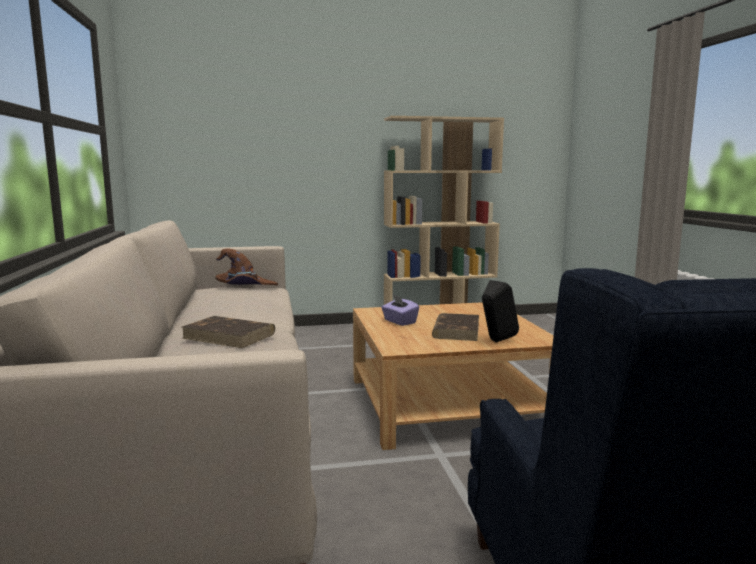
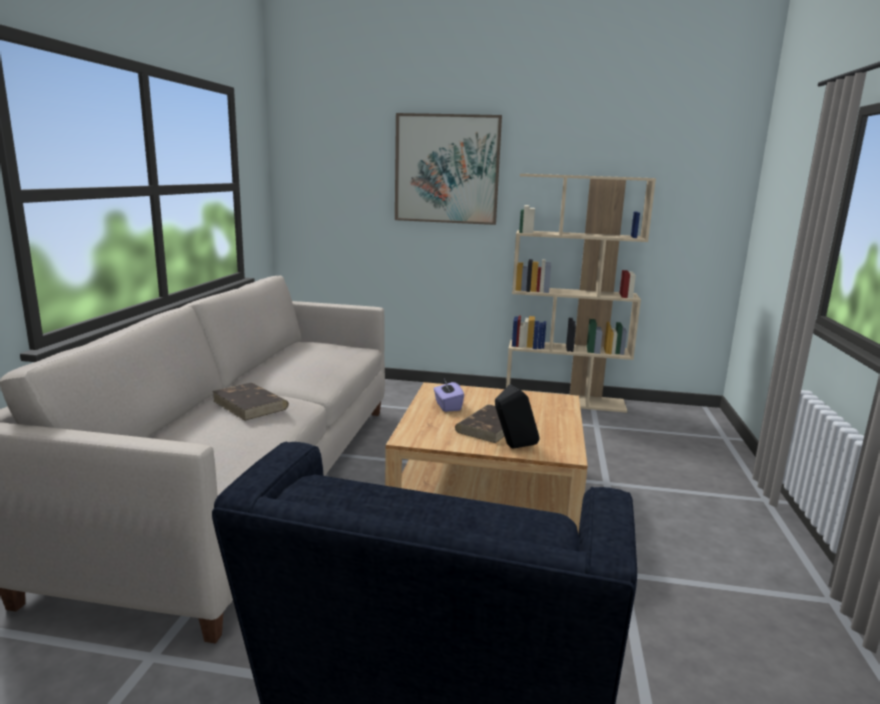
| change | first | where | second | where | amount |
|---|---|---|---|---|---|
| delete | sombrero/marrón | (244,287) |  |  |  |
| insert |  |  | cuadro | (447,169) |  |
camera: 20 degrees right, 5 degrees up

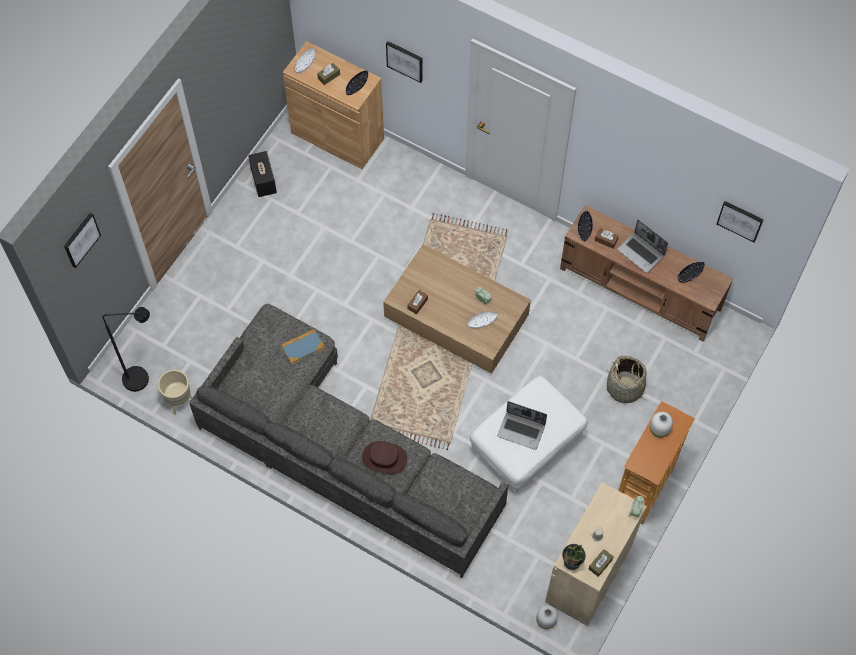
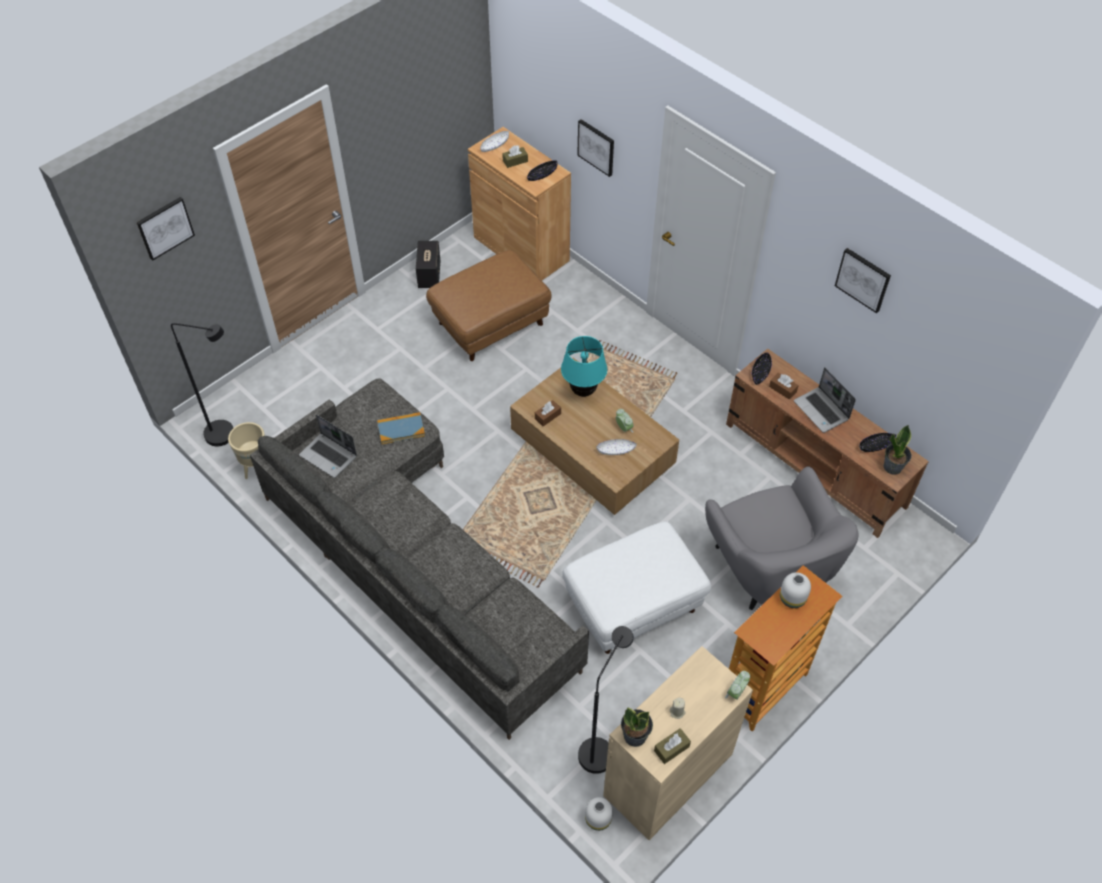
| change | first | where | second | where | amount |
|---|---|---|---|---|---|
| delete | sombrero/marrón | (384,458) |  |  |  |
| move | portátil | (522,430) |  | (329,456) |  |
| replace | cesta | (625,388) | sillón/gris | (769,568) |  |
| move | cuadro | (740,220) |  | (863,279) |  |
| insert |  |  | puf/marrón | (490,323) |  |
| insert |  |  | lámpara de mesa/turquesa | (583,391) |  |
| insert |  |  | lámpara de pie/negro | (600,747) |  |
| insert |  |  | planta en maceta | (893,467) |  |
camera: 15 degrees right, 10 degrees down

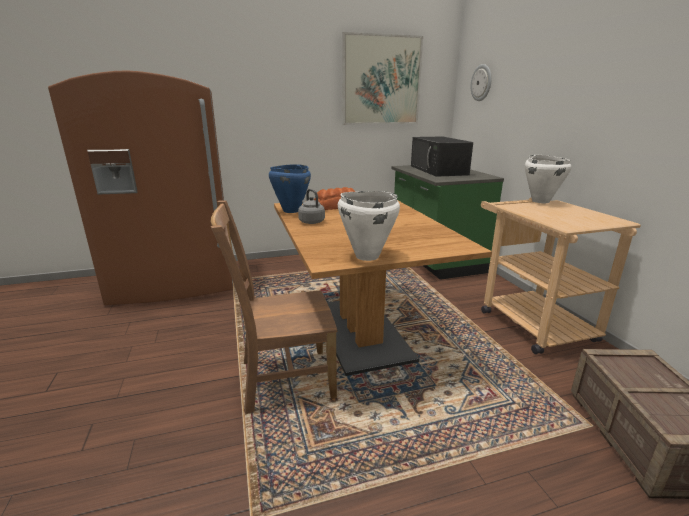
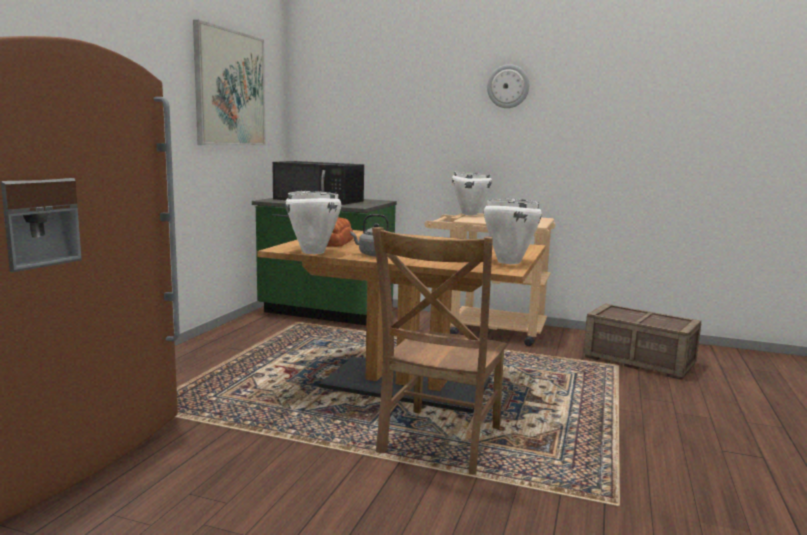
| change | first | where | second | where | amount |
|---|---|---|---|---|---|
| recolor | olla/azul | (291,211) | olla/blanco | (313,252) |  |
| move | reloj de pared | (481,83) |  | (508,86) |  |
camera: 55 degrees left, 10 degrees down

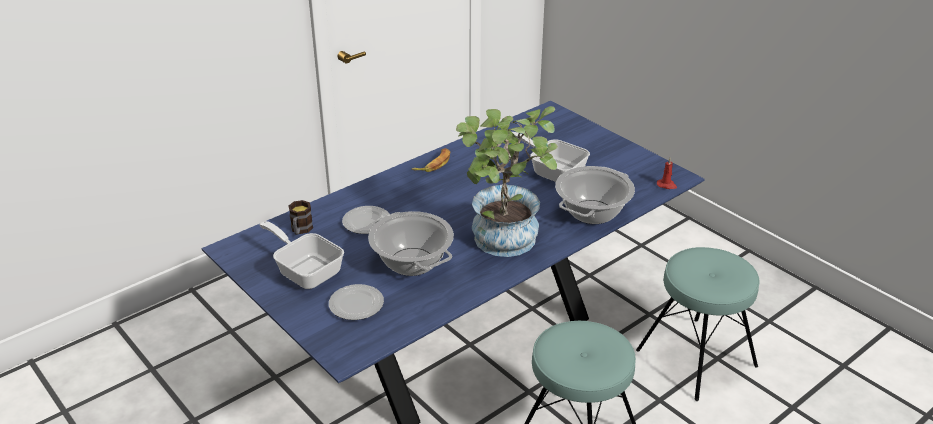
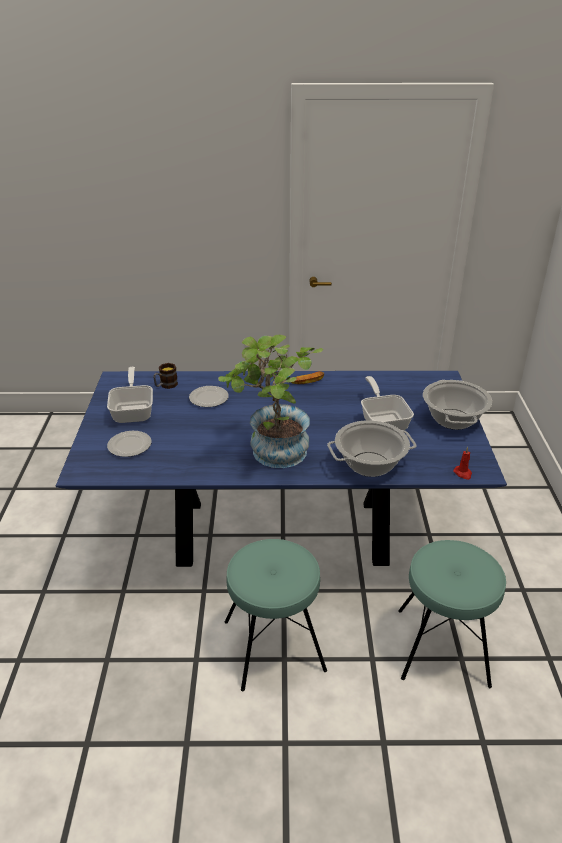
| change | first | where | second | where | amount |
|---|---|---|---|---|---|
| move | olla | (412,262) |  | (453,419) |  |
camera: 40 degrees right, 0 degrees up

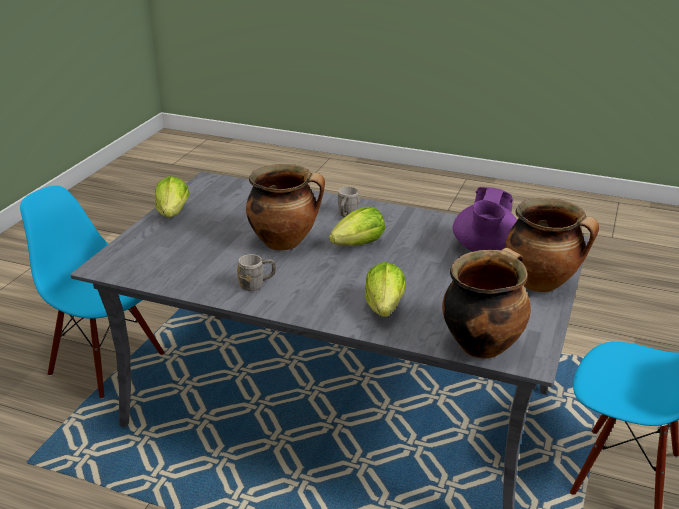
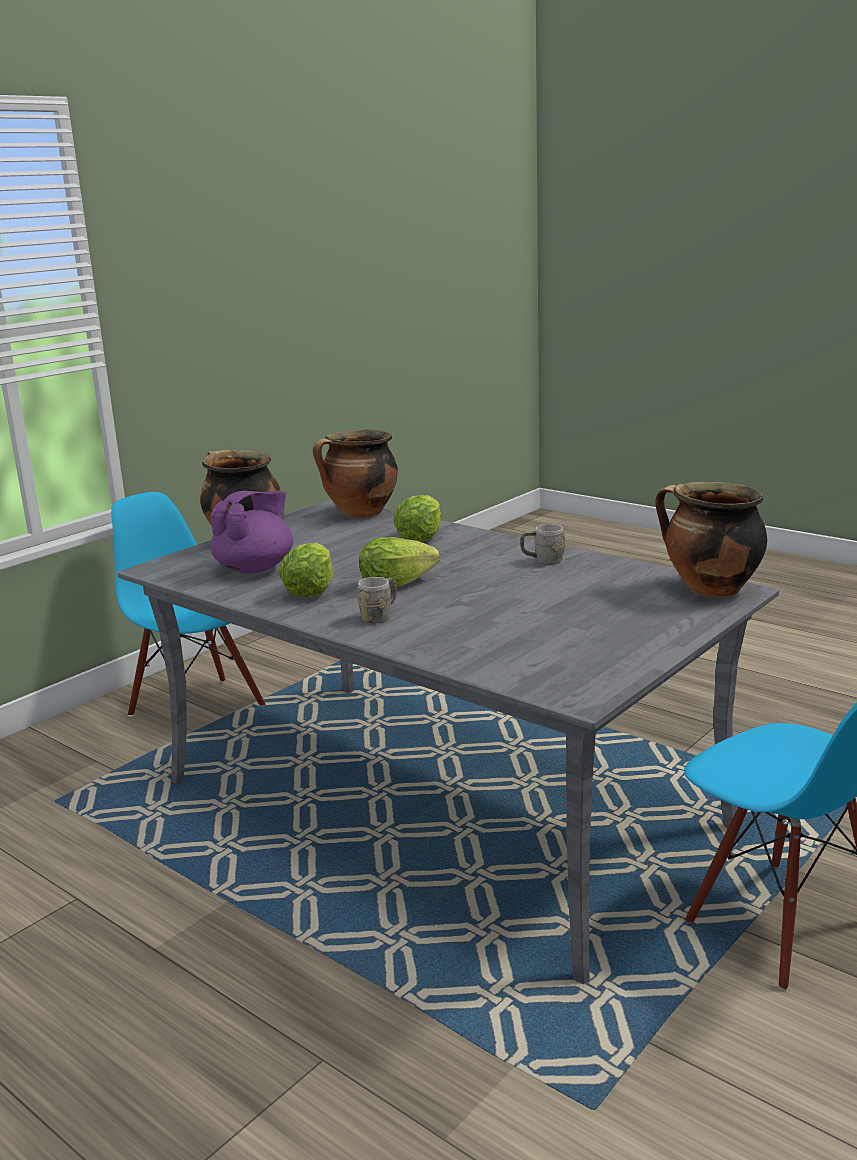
| change | first | where | second | where | amount |
|---|---|---|---|---|---|
| move | lechuga | (173,213) |  | (310,591) |  |
| move | olla | (285,242) |  | (709,590) |  |
camera: 160 degrees left, 10 degrees down

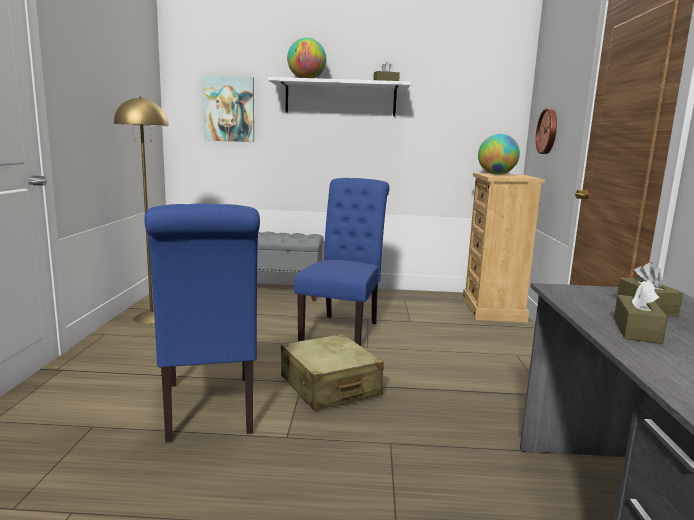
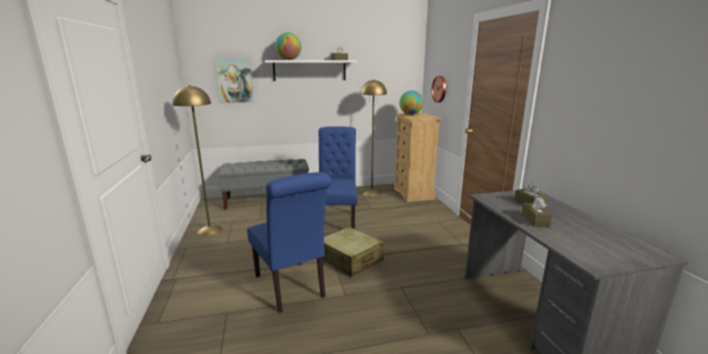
| change | first | where | second | where | amount |
|---|---|---|---|---|---|
| insert |  |  | lámpara de pie/amarillo | (371,193) |  |
camera: 15 degrees left, 5 degrees up

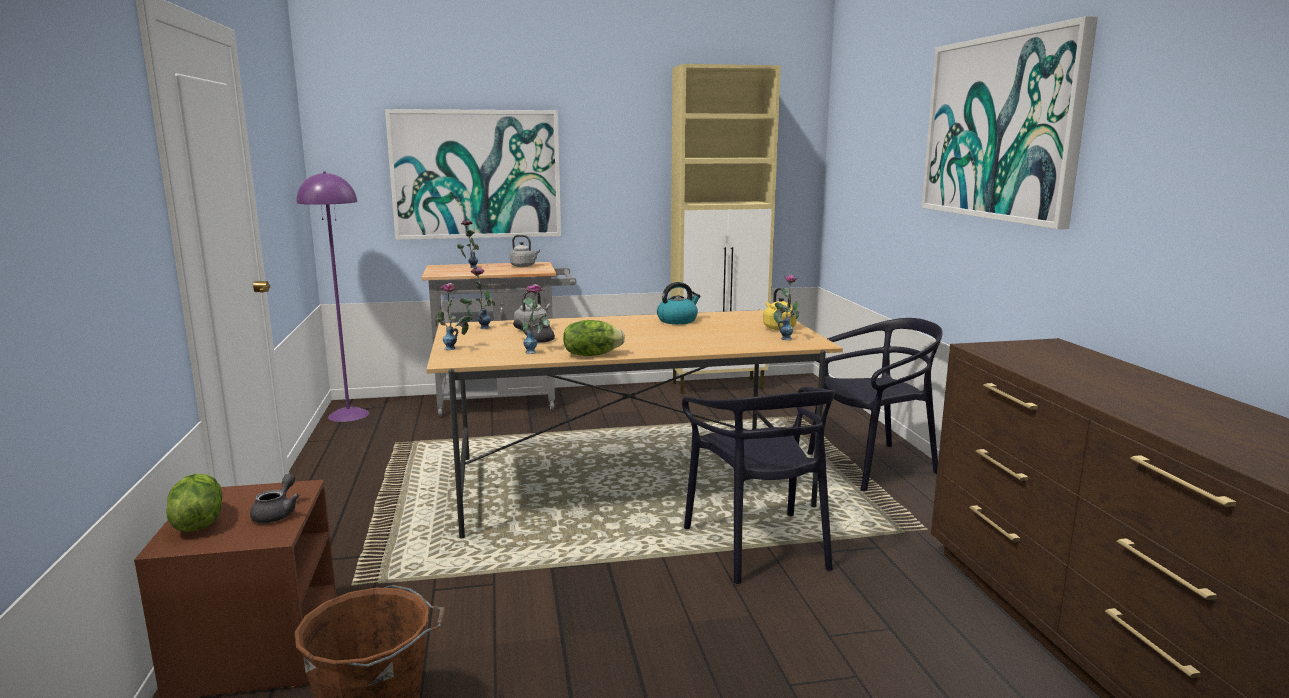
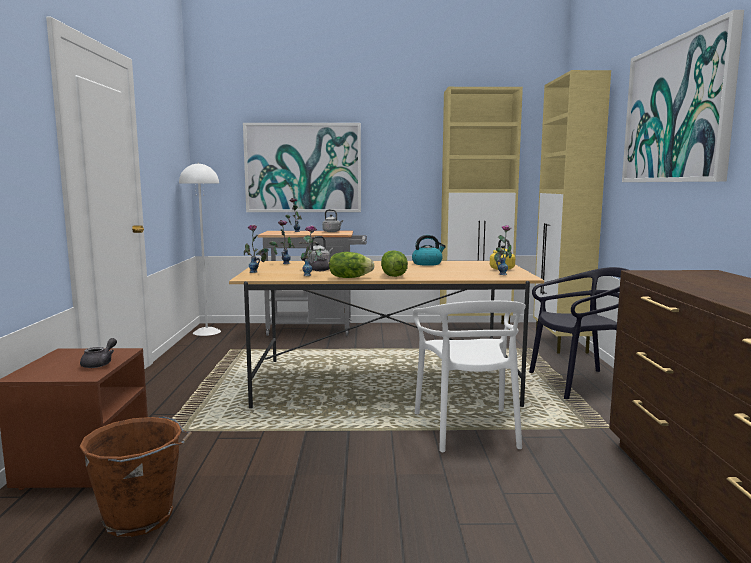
| change | first | where | second | where | amount |
|---|---|---|---|---|---|
| move | lechuga | (197,523) |  | (392,276) |  |
| recolor | lámpara de pie/morado | (348,415) | lámpara de pie/blanco | (206,332) |  |
| recolor | silla/negro | (759,545) | silla/blanco | (468,429) |  |
| insert |  |  | armario/beis | (560,343) |  |
camera: 10 degrees right, 5 degrees down

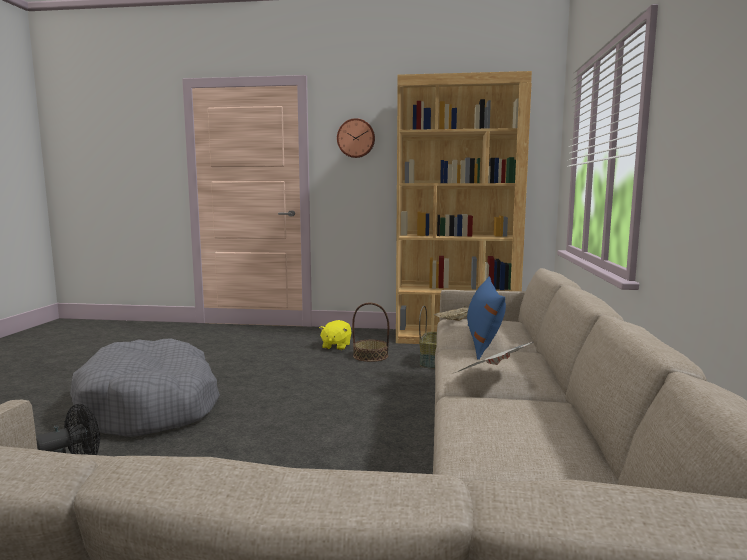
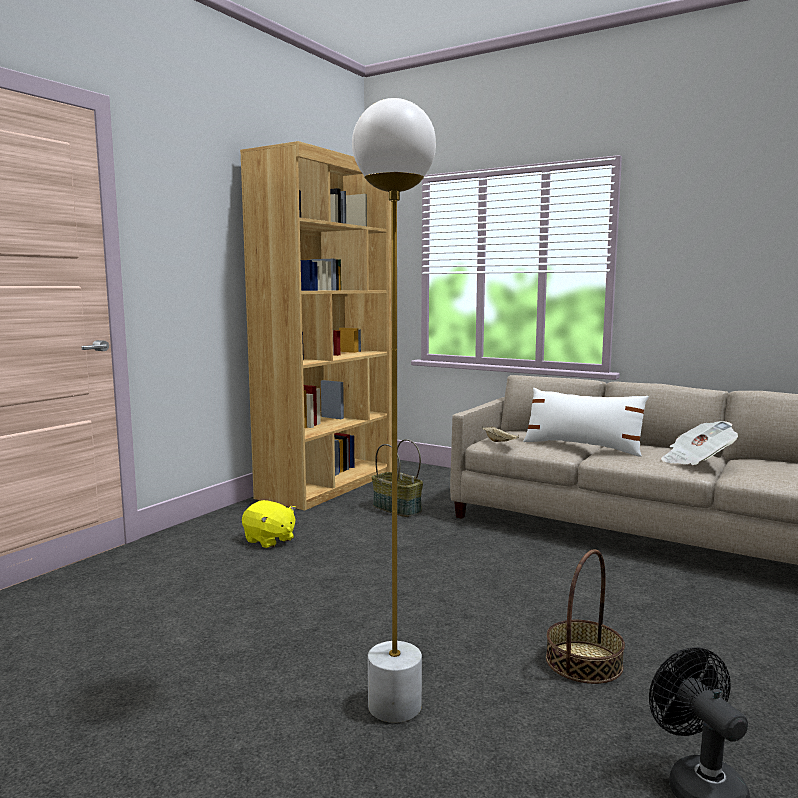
| change | first | where | second | where | amount |
|---|---|---|---|---|---|
| replace | cama para perro/gris | (151,406) | lámpara de pie/blanco | (394,706) |  |
| delete | reloj de pared | (356,138) |  |  |  |
| move | cesta | (370,356) |  | (583,662) |  |
| recolor | cojín/azul | (483,341) | cojín/blanco | (582,447) |  |
camera: 65 degrees left, 0 degrees up

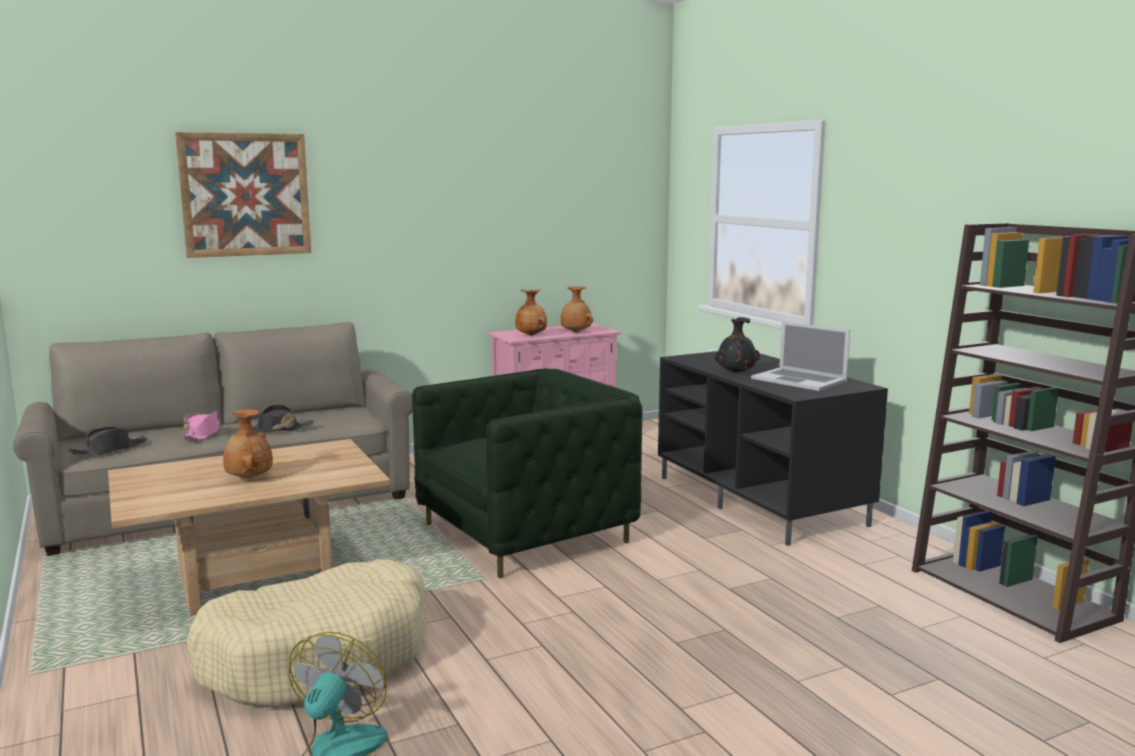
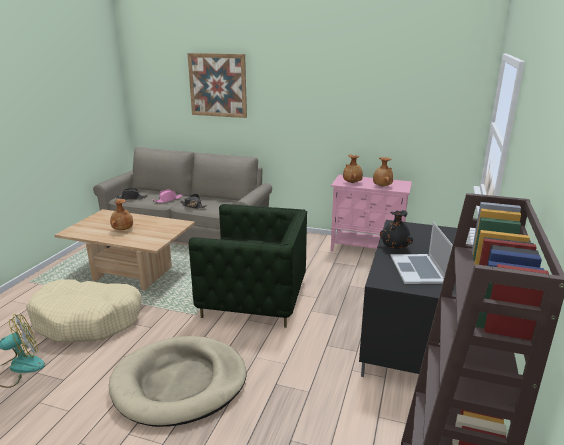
| change | first | where | second | where | amount |
|---|---|---|---|---|---|
| insert |  |  | cama para perro/beis | (180,383) |  |
camera: 45 degrees right, 10 degrees up

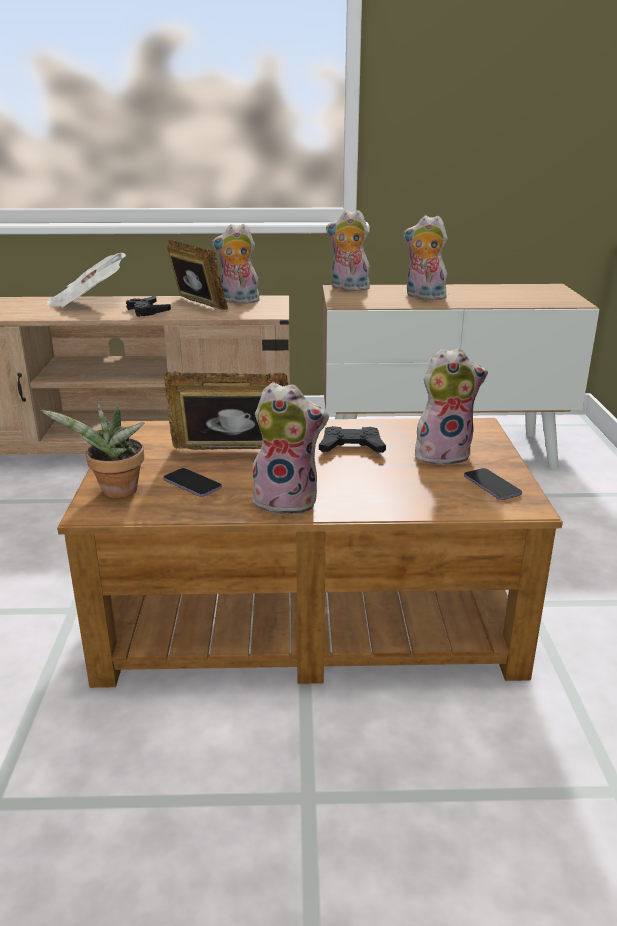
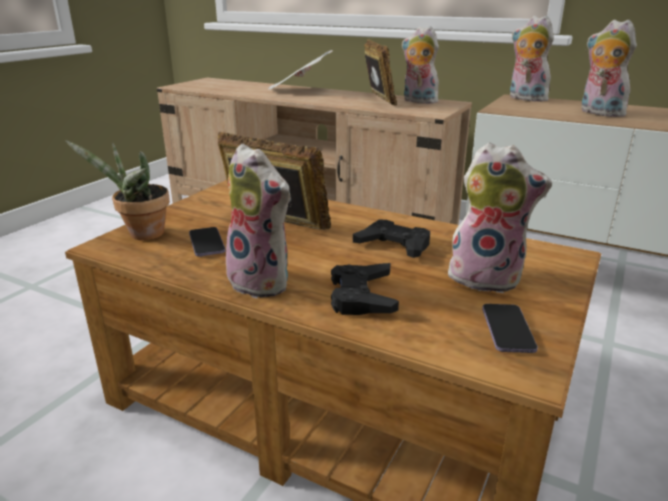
| change | first | where | second | where | amount |
|---|---|---|---|---|---|
| move | mando de consola/negro | (147,311) |  | (362,296) |  |
camera: 30 degrees right, 0 degrees up

